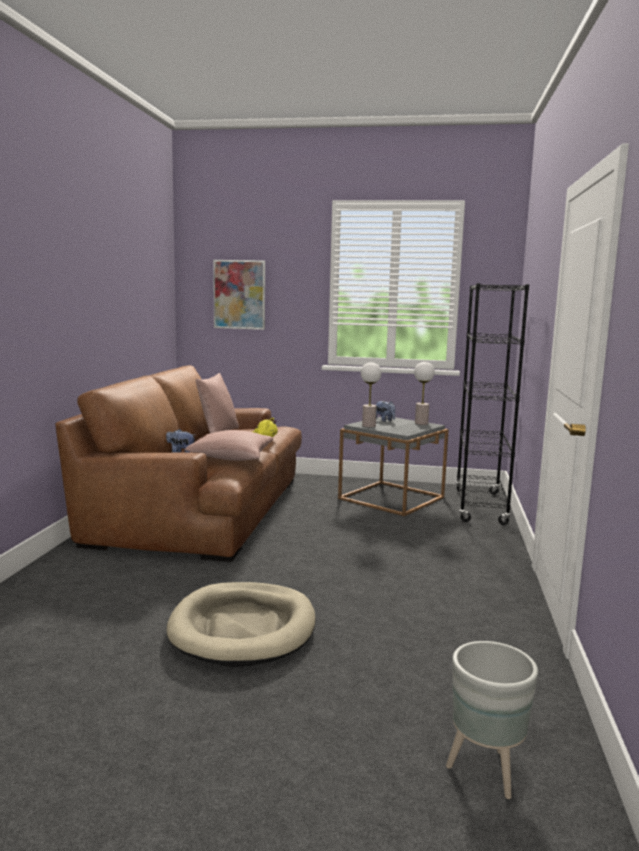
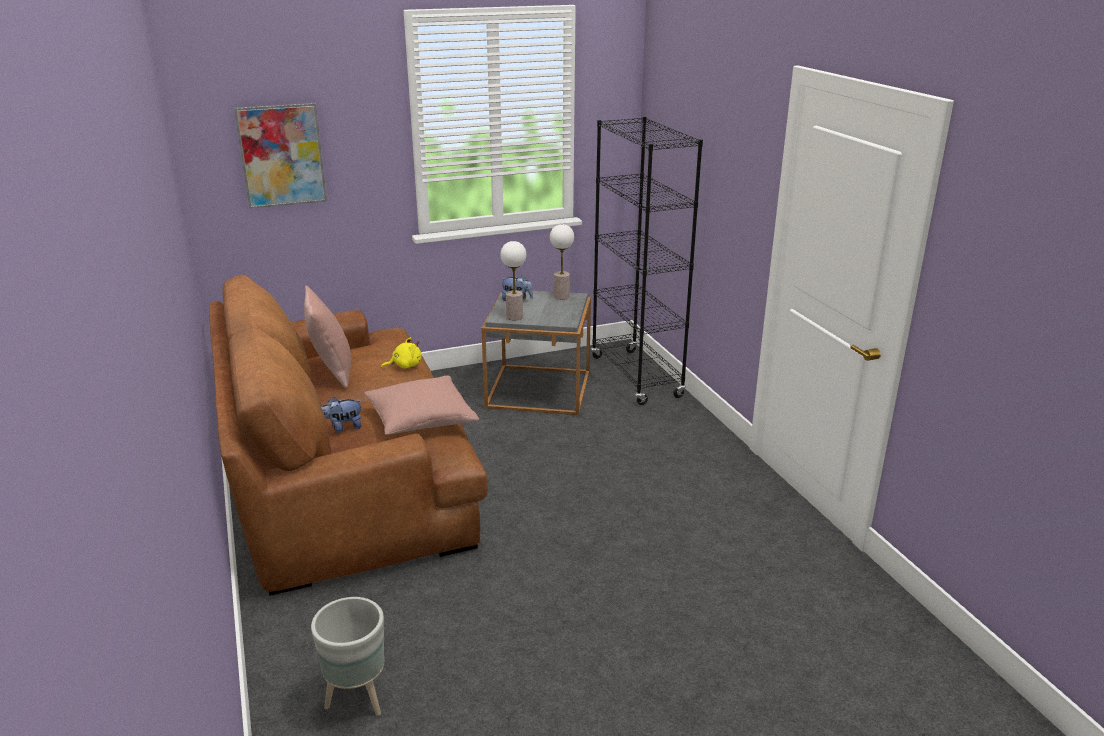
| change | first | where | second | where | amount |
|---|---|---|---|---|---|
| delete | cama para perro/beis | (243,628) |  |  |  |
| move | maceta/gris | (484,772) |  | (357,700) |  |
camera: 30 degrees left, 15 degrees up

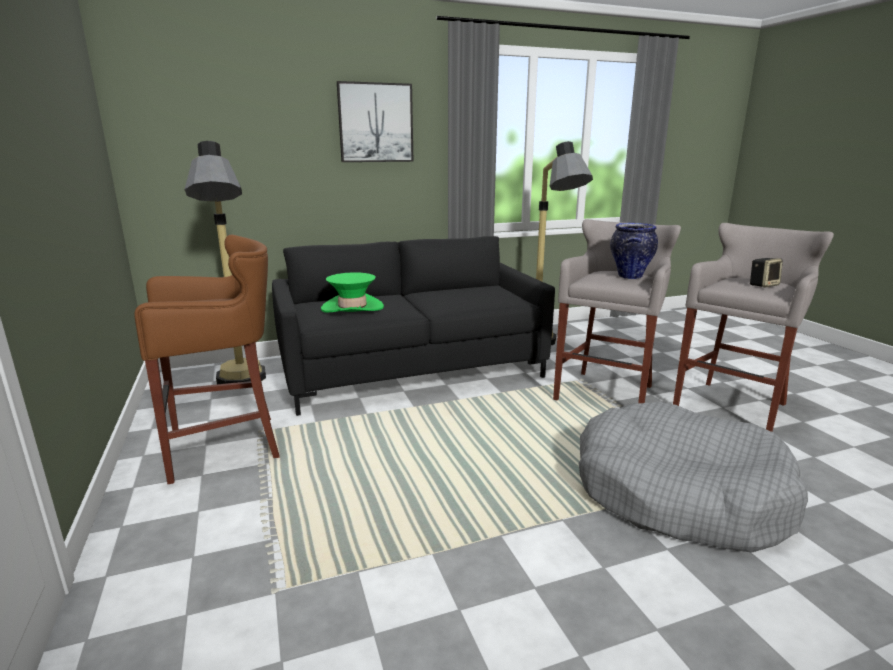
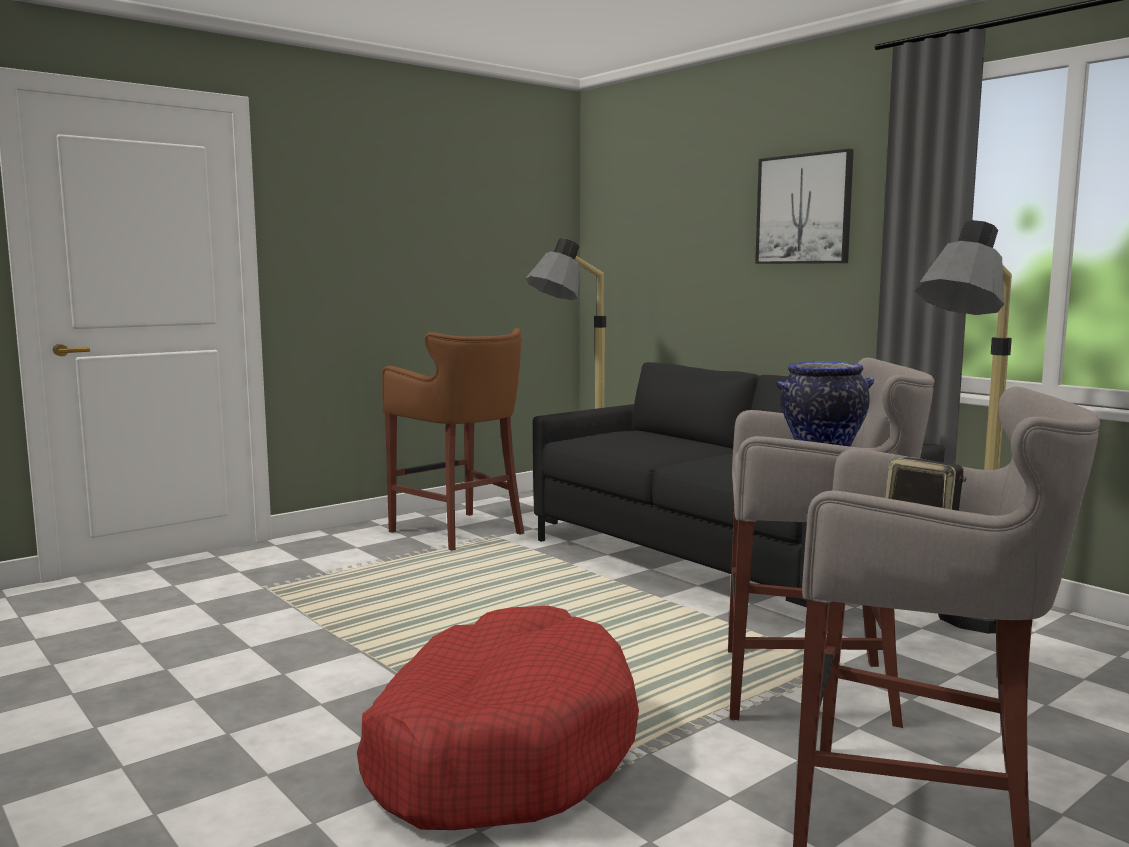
| change | first | where | second | where | amount |
|---|---|---|---|---|---|
| delete | sombrero/verde | (352,307) |  |  |  |
| recolor | cama para perro/gris | (678,494) | cama para perro/rojo | (500,749) |  |
camera: 70 degrees right, 10 degrees down

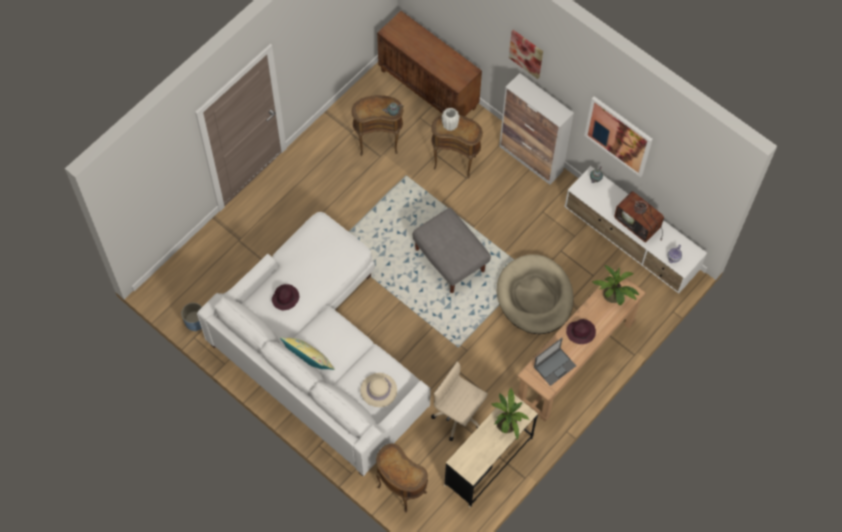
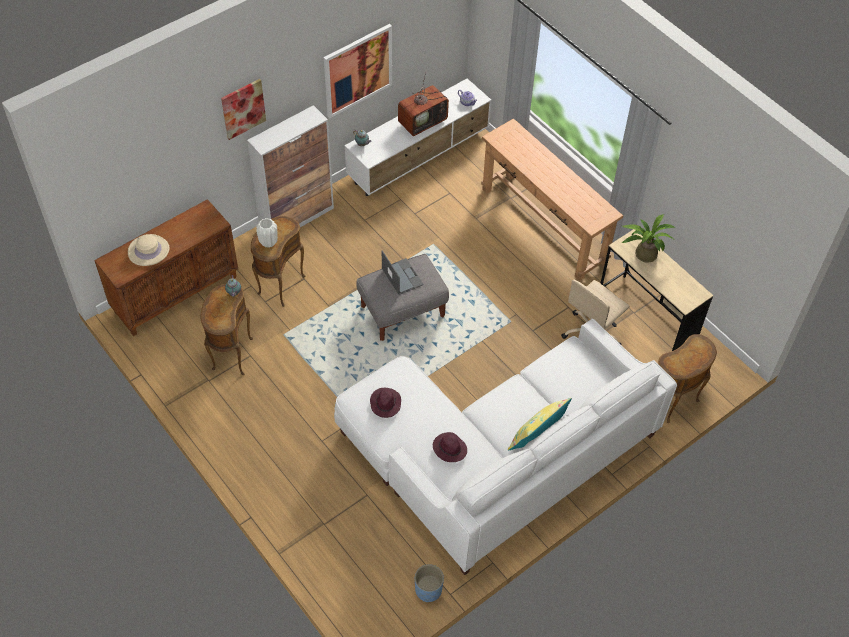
| change | first | where | second | where | amount |
|---|---|---|---|---|---|
| move | sombrero/beis | (378,390) |  | (148,251) |  |
| delete | cama para perro/beis | (535,296) |  |  |  |
| move | portátil | (555,366) |  | (402,276) |  |
| move | sombrero/morado | (581,332) |  | (385,403) |  |
| delete | planta en maceta | (614,297) |  |  |  |
camera: 80 degrees left, 10 degrees down

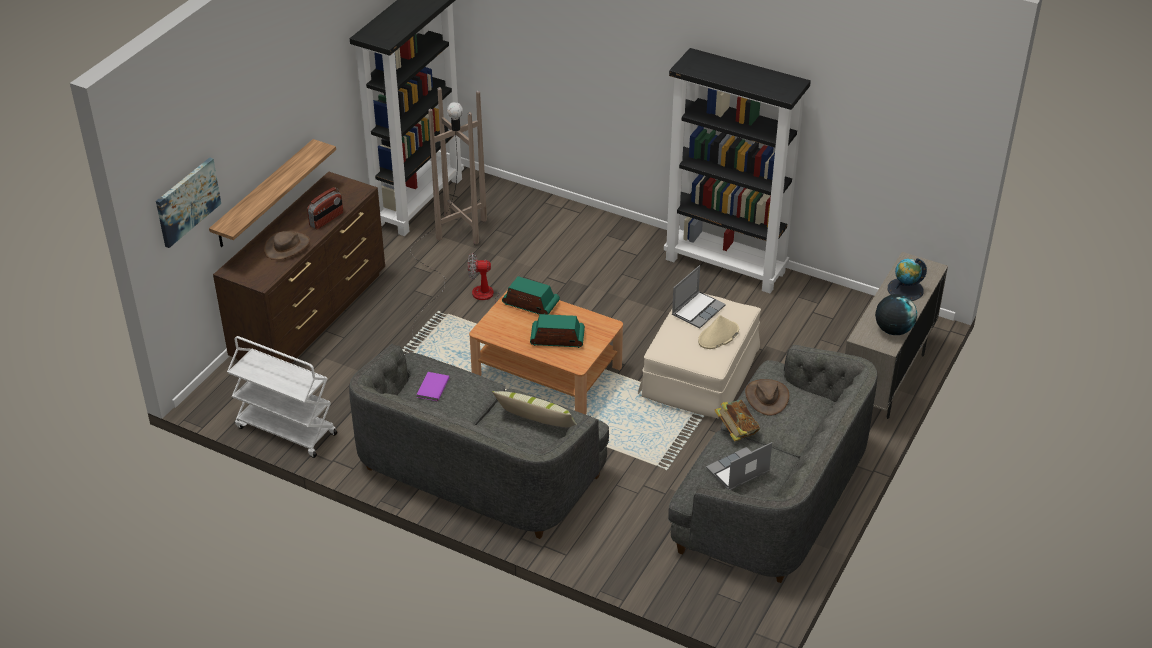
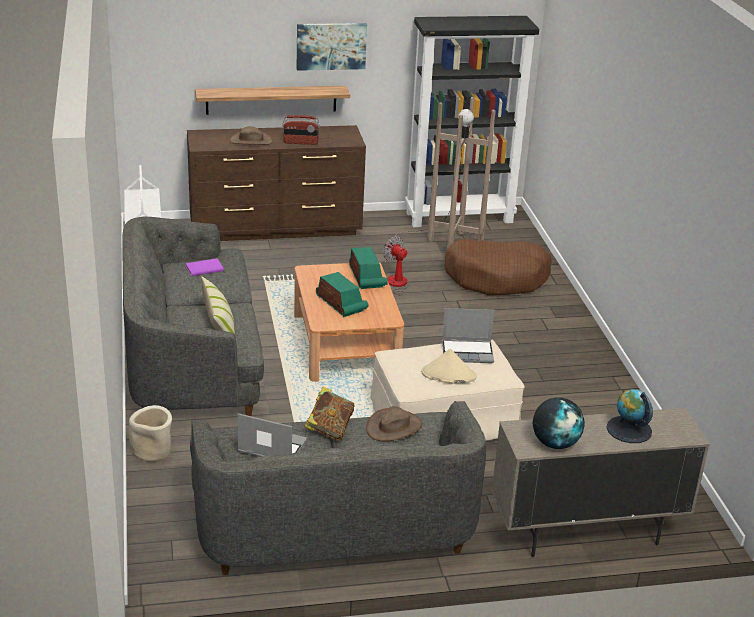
| change | first | where | second | where | amount |
|---|---|---|---|---|---|
| move | cuadro | (187,201) |  | (331,46) |  |
| delete | estantería/negro | (726,265) |  |  |  |
| insert |  |  | maceta/beis | (152,451) |  |
| insert |  |  | cama para perro/marrón | (497,278) |  |
camera: 50 degrees right, 10 degrees down

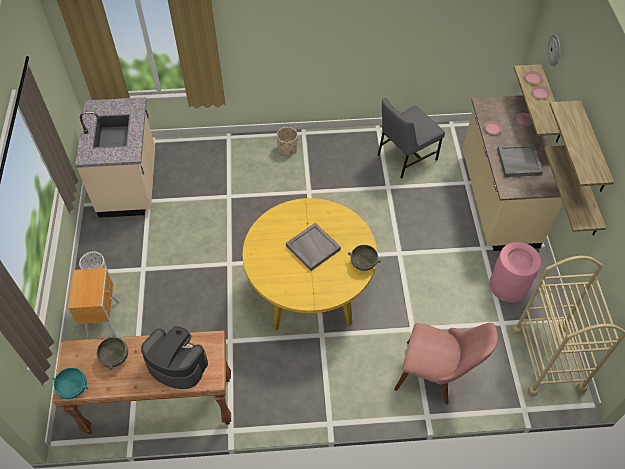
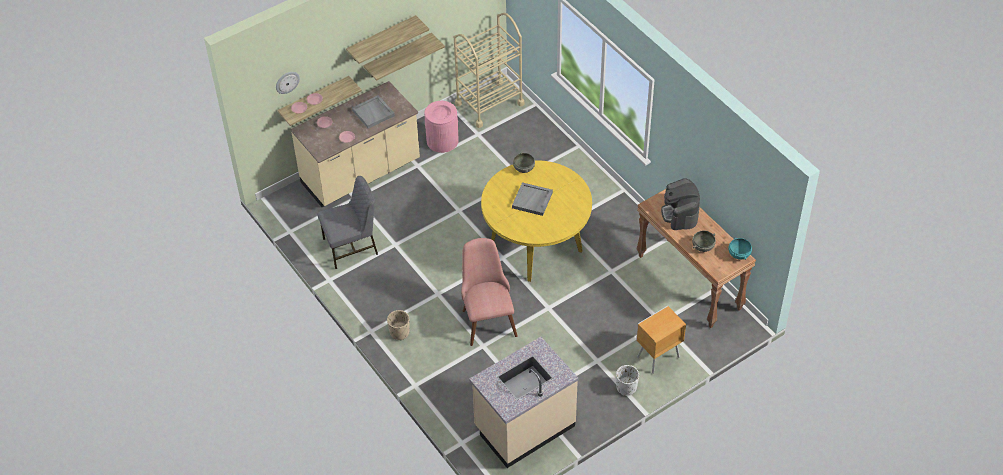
| change | first | where | second | where | amount |
|---|---|---|---|---|---|
| rotate | silla/gris | (405,157) |  | (351,247) | 45 degrees counterclockwise |
| move | silla/rosa | (436,375) |  | (487,317) |  |
camera: 120 degrees left, 5 degrees down

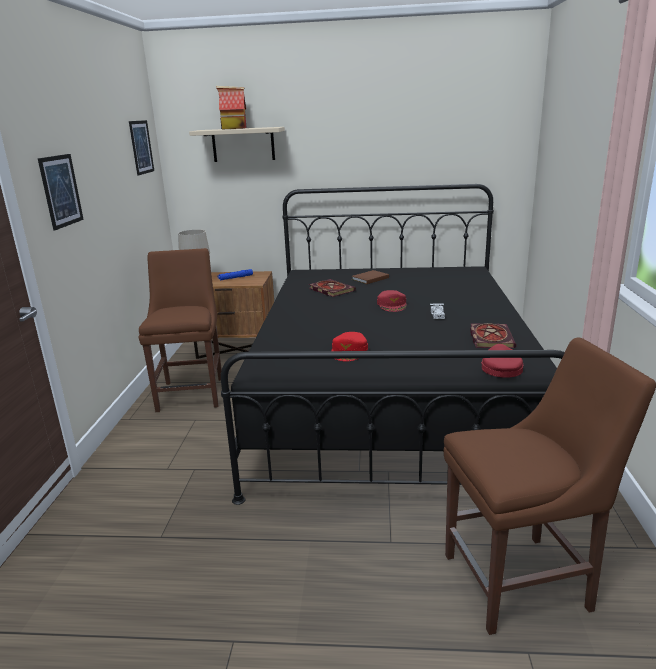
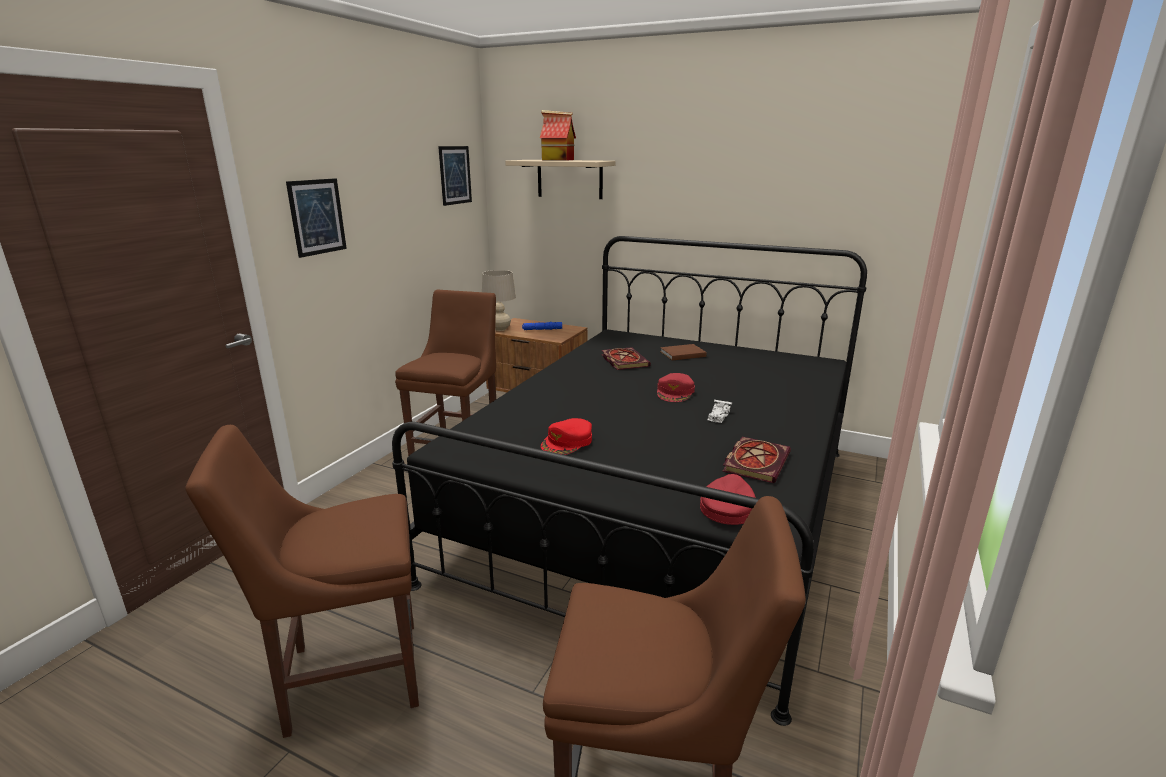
| change | first | where | second | where | amount |
|---|---|---|---|---|---|
| insert |  |  | silla/marrón | (346,676) |  |
camera: 20 degrees right, 0 degrees up

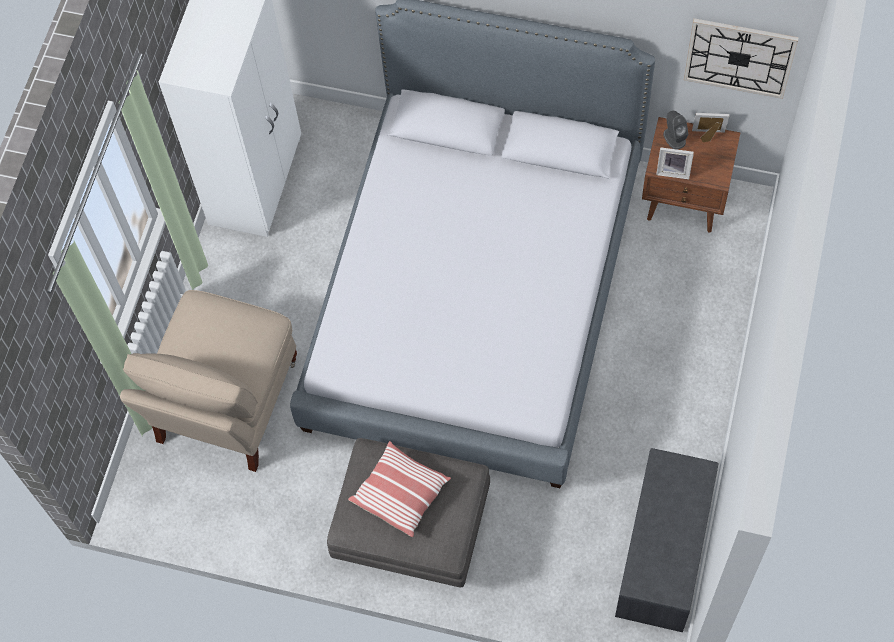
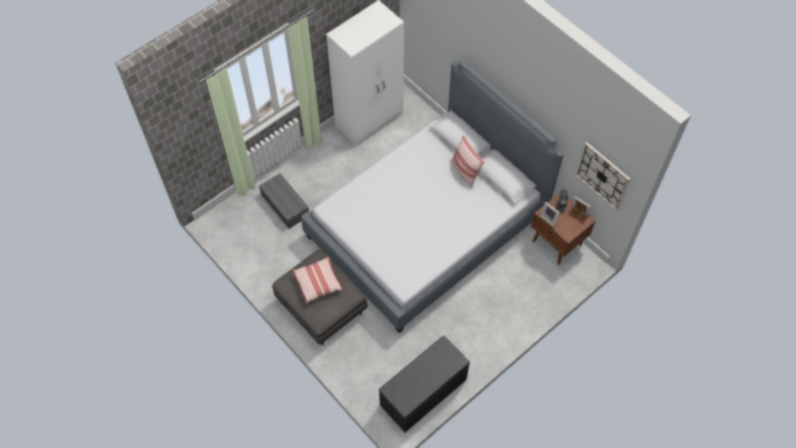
| change | first | where | second | where | amount |
|---|---|---|---|---|---|
| replace | silla/beis | (226,404) | caja de almacenaje/gris | (284,205) |  |
| insert |  |  | cojín | (464,171) |  |
camera: 30 degrees right, 5 degrees down

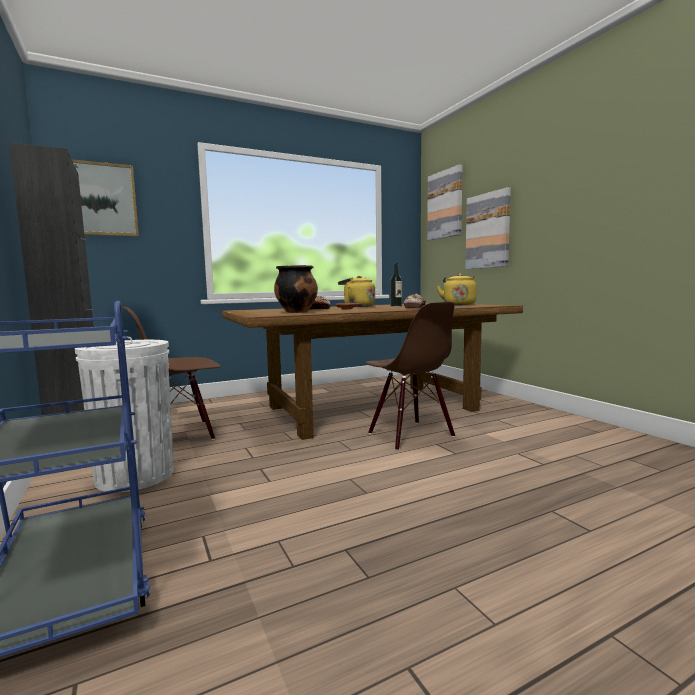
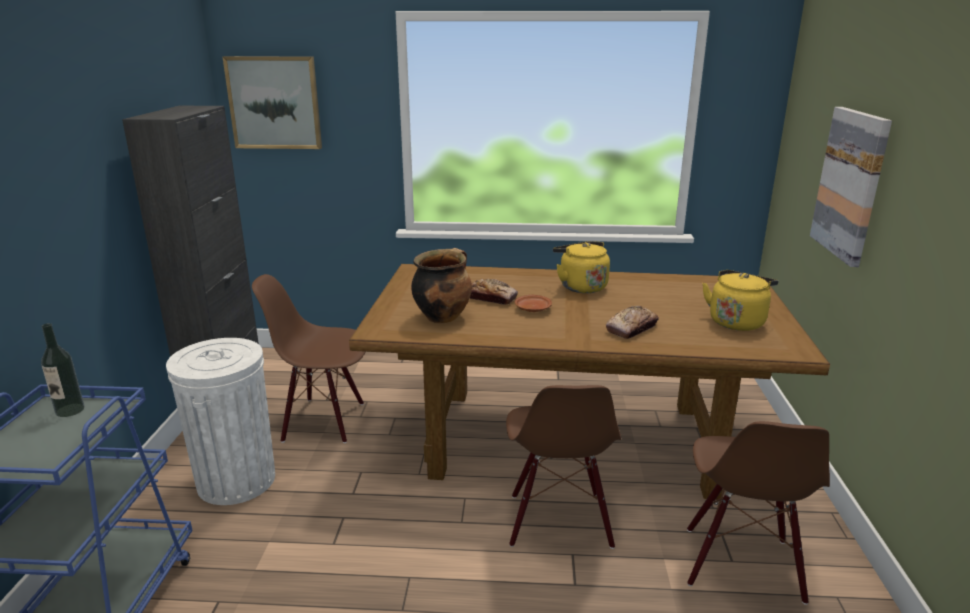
| change | first | where | second | where | amount |
|---|---|---|---|---|---|
| move | botella | (396,306) |  | (70,410) |  |
| delete | cuadro | (445,204) |  |  |  |
| insert |  |  | silla/marrón | (741,564) |  |
camera: 30 degrees right, 15 degrees up

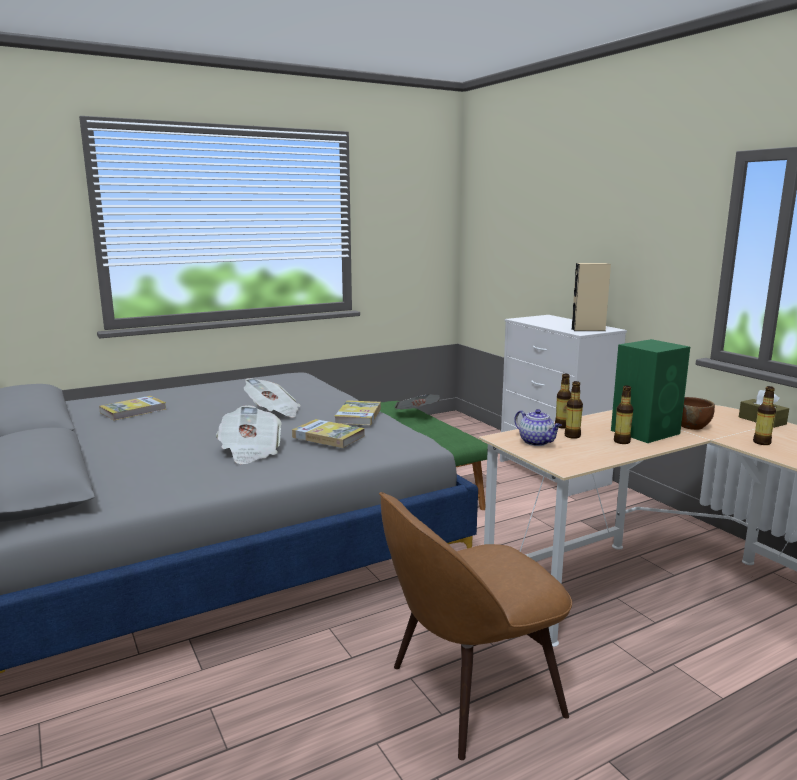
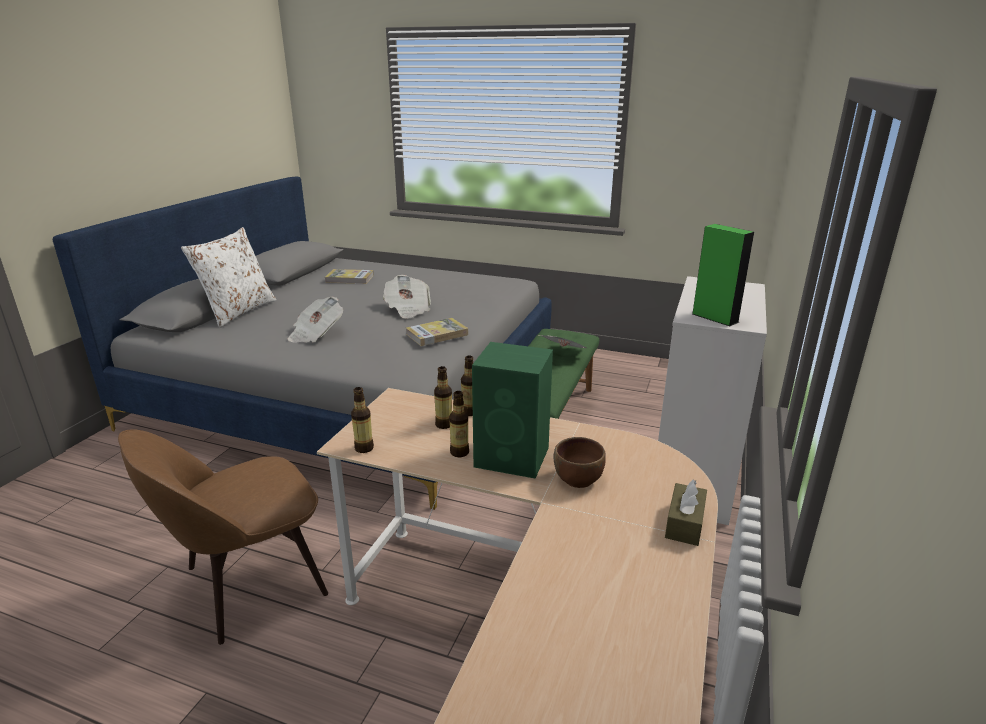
| change | first | where | second | where | amount |
|---|---|---|---|---|---|
| delete | libro | (328,436) |  |  |  |
| rotate | silla/marrón | (469,692) |  | (249,583) | 60 degrees counterclockwise |
| delete | tetera | (537,442) |  |  |  |
| recolor | altavoz/beis | (588,330) | altavoz/verde | (714,318) |  |
| move | botella | (761,442) |  | (364,448) |  |
| insert |  |  | cojín/blanco | (238,311) |  |
camera: 50 degrees right, 10 degrees up

